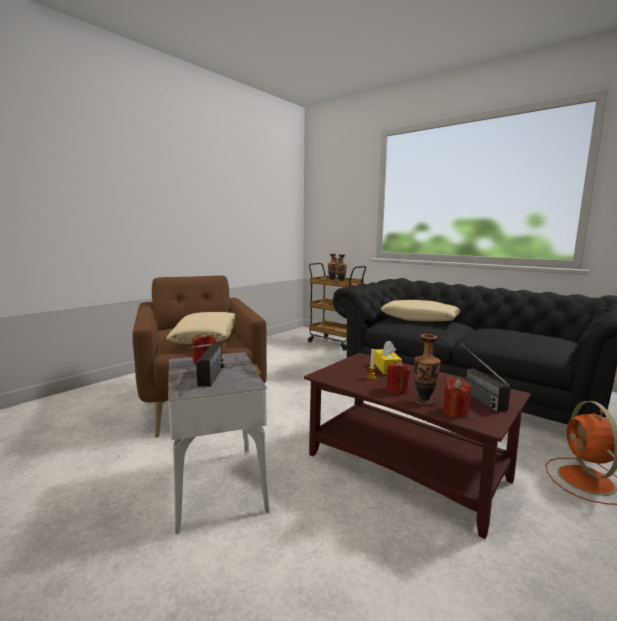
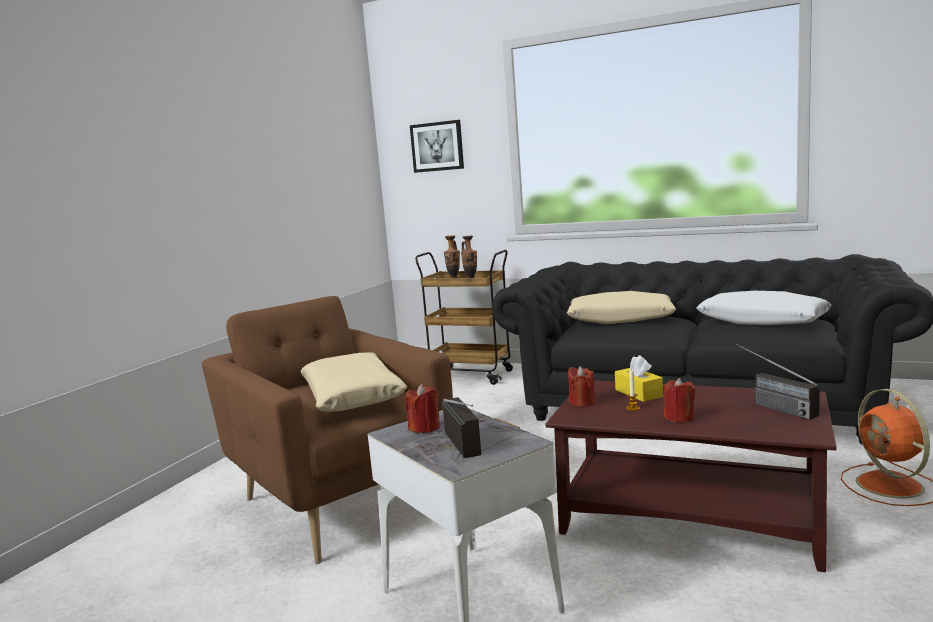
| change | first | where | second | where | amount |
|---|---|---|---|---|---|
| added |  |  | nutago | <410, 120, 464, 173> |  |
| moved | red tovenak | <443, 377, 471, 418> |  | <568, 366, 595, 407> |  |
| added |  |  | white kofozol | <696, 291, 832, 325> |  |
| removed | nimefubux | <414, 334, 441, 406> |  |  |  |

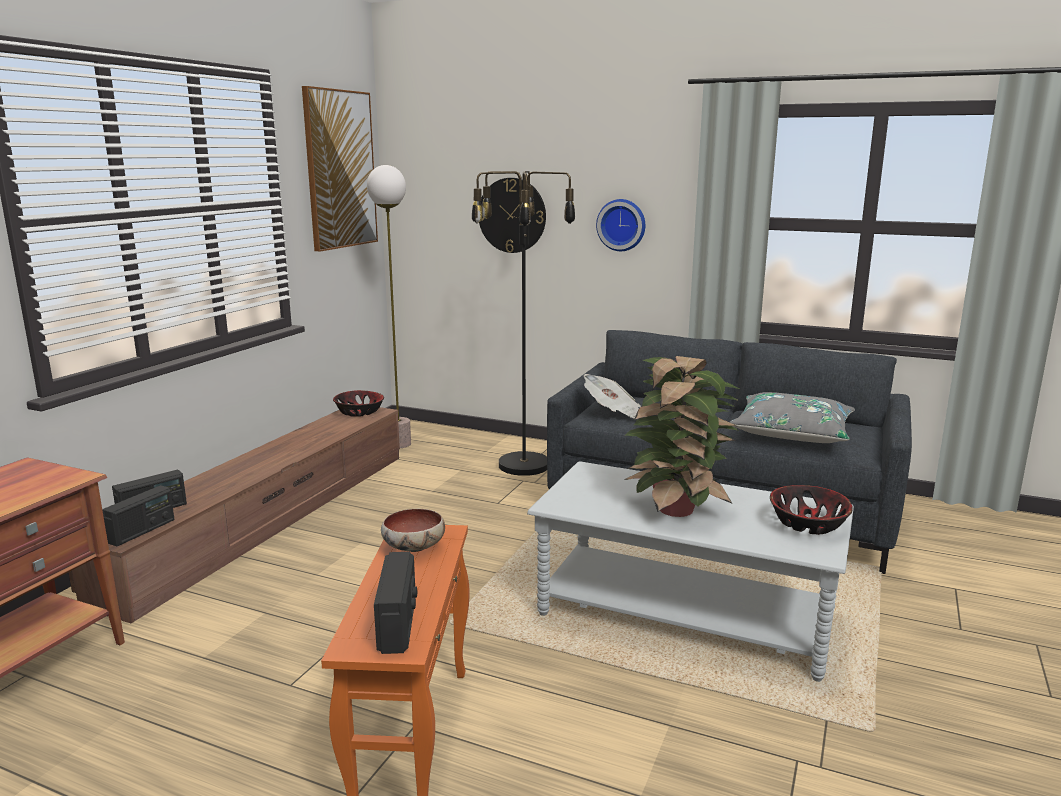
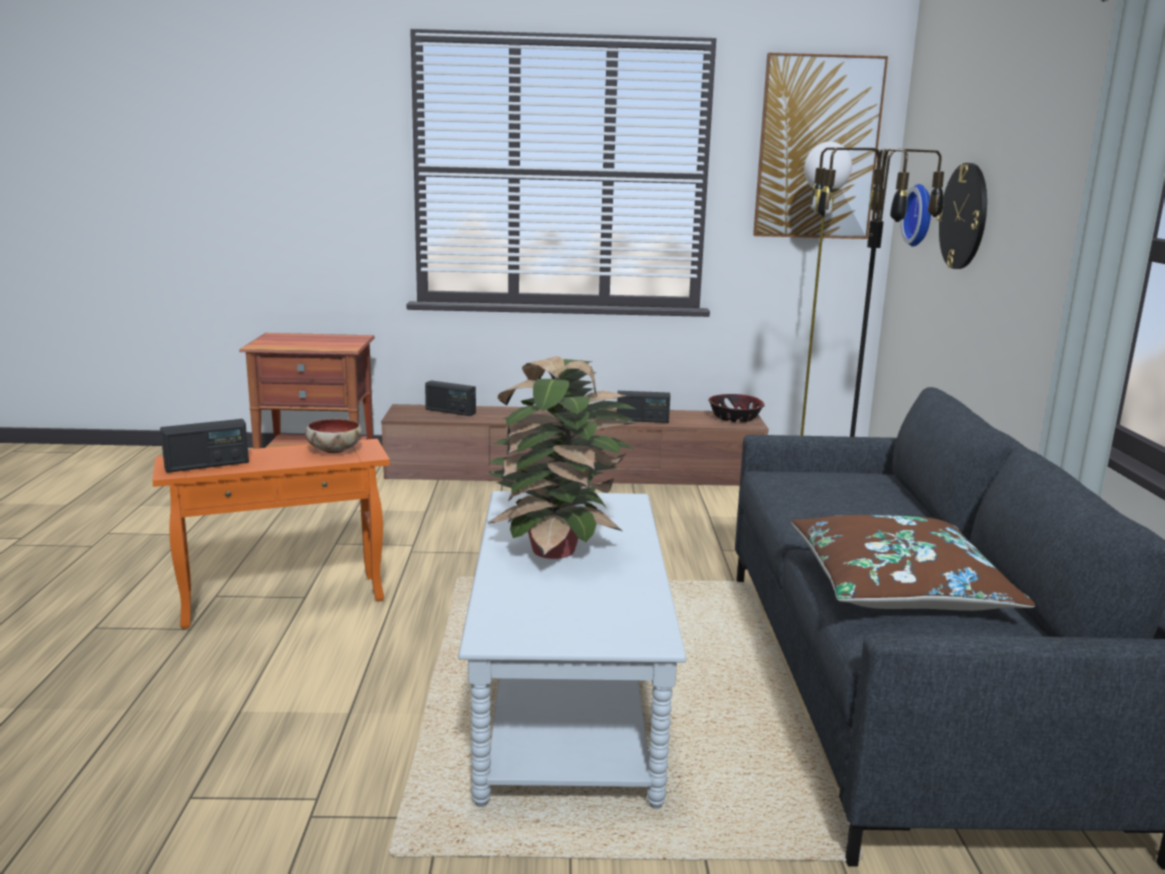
| change | first | where | second | where | amount |
|---|---|---|---|---|---|
| moved | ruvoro | <102, 485, 175, 546> |  | <617, 391, 670, 423> |  |
| recoloured | grey kofozol | <730, 392, 855, 443> | brown kofozol | <791, 515, 1035, 611> |  |
| moved | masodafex | <596, 199, 645, 251> |  | <901, 184, 931, 247> |  |
| removed | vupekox | <584, 374, 641, 419> |  |  |  |
| removed | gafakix | <770, 485, 853, 535> |  |  |  |

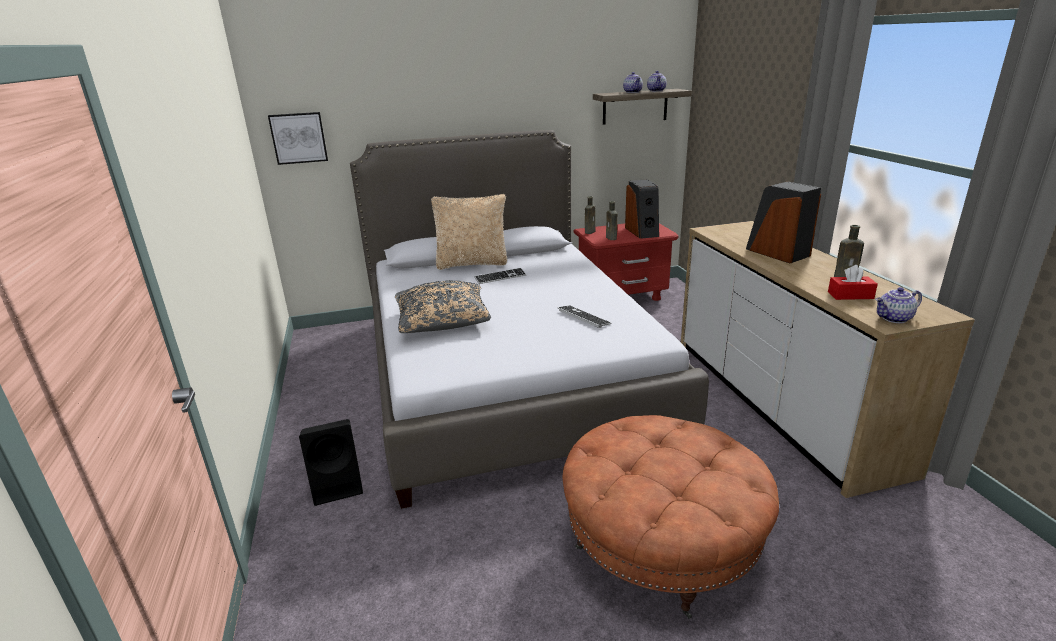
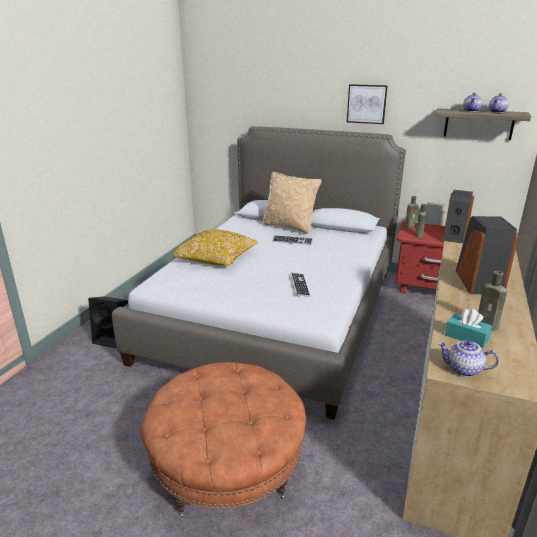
| change | first | where | second | where | amount |
|---|---|---|---|---|---|
| recoloured | grey kofozol | <395, 280, 491, 333> | yellow kofozol | <172, 229, 257, 266> |  |
| moved | nutago | <268, 112, 328, 165> |  | <347, 84, 388, 124> |  |
| recoloured | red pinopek | <828, 265, 878, 300> | turquoise pinopek | <445, 309, 492, 348> |  |

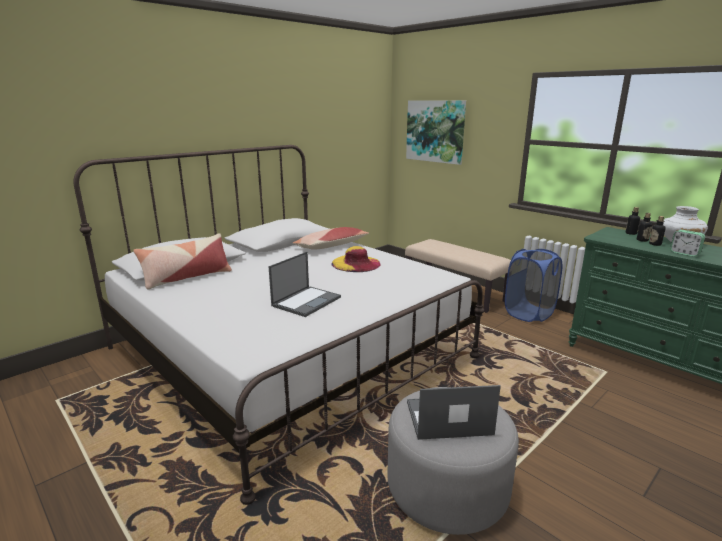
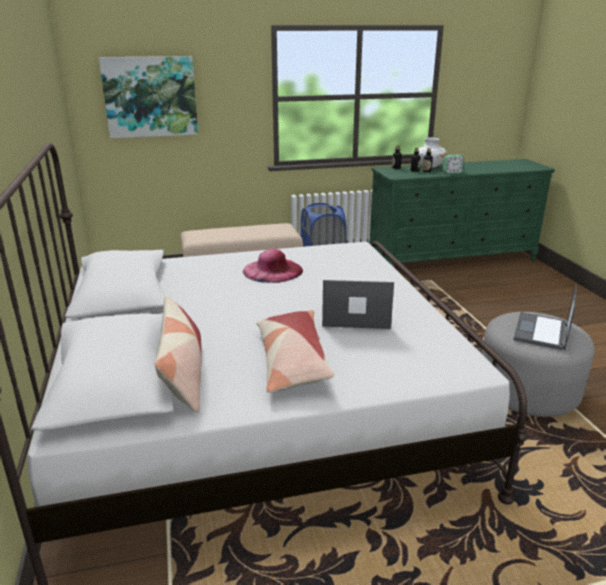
| change | first | where | second | where | amount |
|---|---|---|---|---|---|
| recoloured | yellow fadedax | <332, 246, 380, 272> | pink fadedax | <243, 249, 303, 283> |  |
| moved | kofozol | <293, 227, 369, 249> |  | <256, 310, 334, 393> |  |
| turned | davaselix | <268, 252, 341, 317> |  | <322, 280, 394, 329> | 60 degrees counterclockwise |

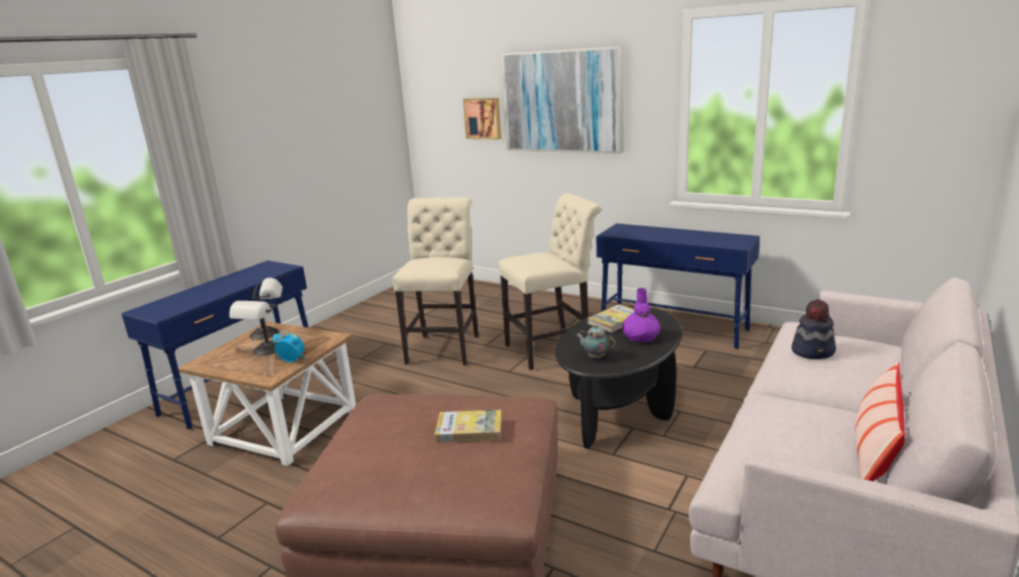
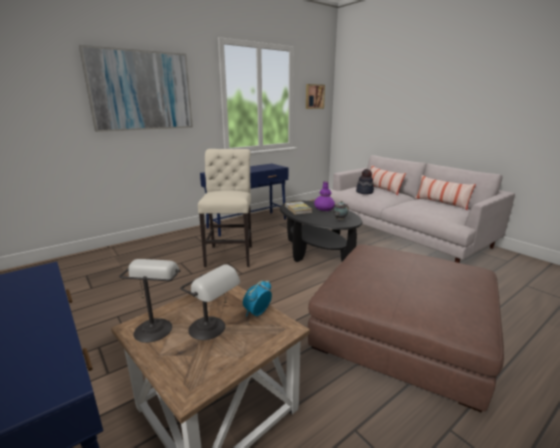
| change | first | where | second | where | amount |
|---|---|---|---|---|---|
| moved | nutago | <463, 98, 501, 140> |  | <306, 84, 325, 109> |  |
| added |  |  | kofozol | <370, 165, 406, 195> |  |
| removed | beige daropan | <393, 197, 479, 366> |  |  |  |
| removed | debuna | <434, 410, 502, 443> |  |  |  |

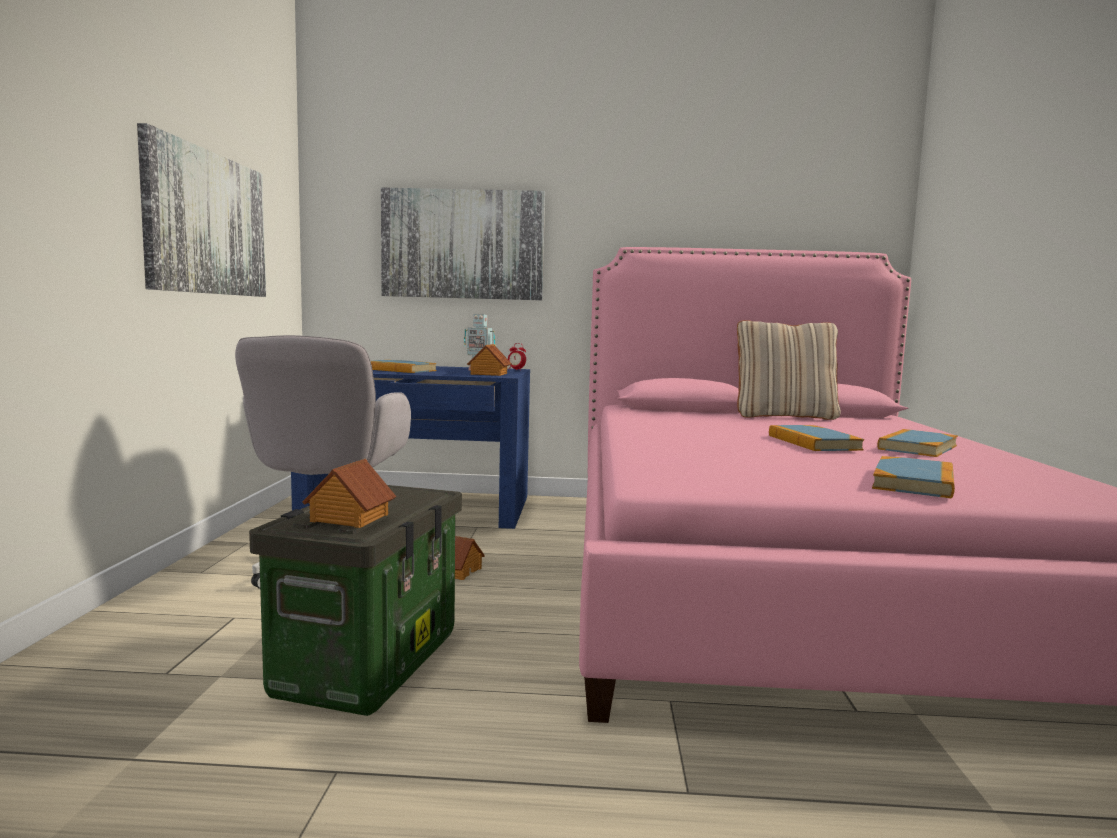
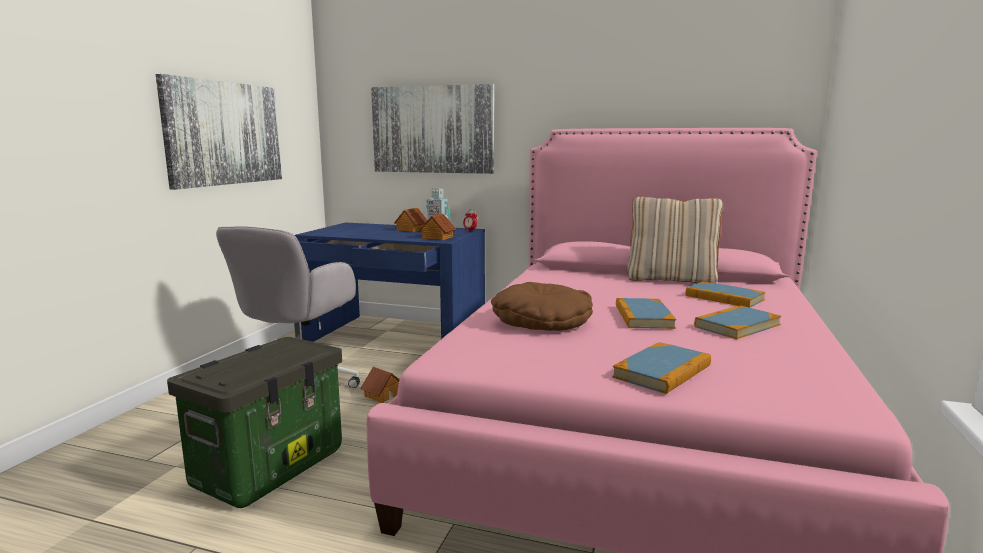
| change | first | where | second | where | amount |
|---|---|---|---|---|---|
| moved | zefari | <302, 459, 397, 528> |  | <394, 208, 428, 232> |  |
| added |  |  | brown kofozol | <491, 282, 593, 331> |  |
| moved | debuna | <371, 360, 436, 373> |  | <686, 281, 766, 308> |  |

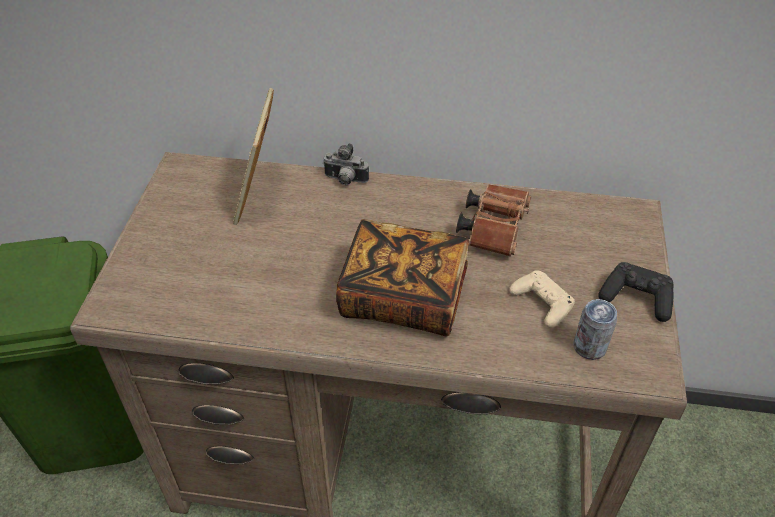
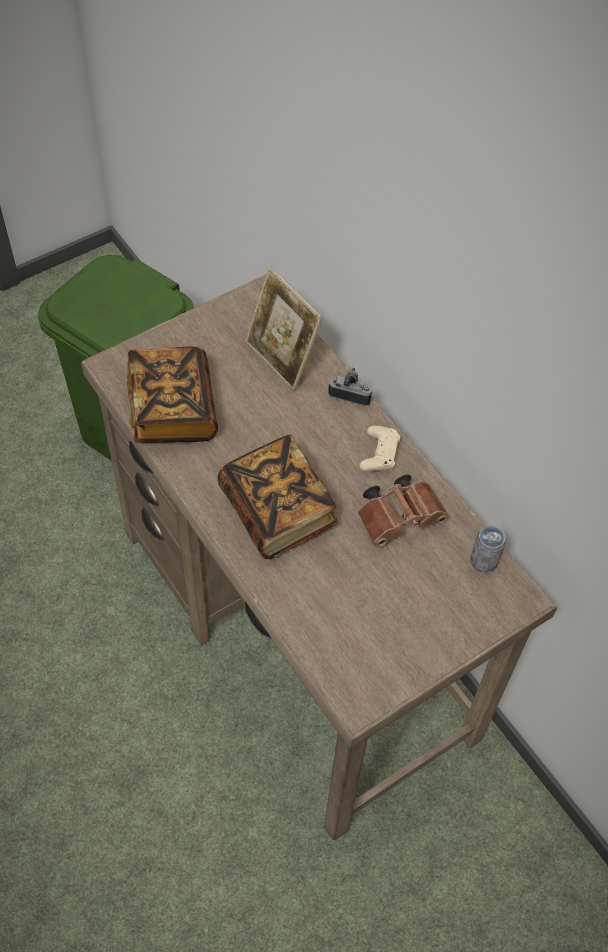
| change | first | where | second | where | amount |
|---|---|---|---|---|---|
| added |  |  | debuna | <127, 346, 218, 443> |  |
| turned | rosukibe | <233, 88, 274, 225> |  | <245, 267, 323, 391> | 90 degrees counterclockwise |
| turned | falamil | <323, 143, 369, 185> |  | <328, 368, 373, 406> | 135 degrees clockwise |
| moved | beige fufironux | <509, 270, 575, 328> |  | <359, 426, 400, 471> |  |
| moved | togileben | <573, 299, 617, 360> |  | <470, 525, 506, 573> |  |
| removed | black fufironux | <598, 262, 673, 322> |  |  |  |

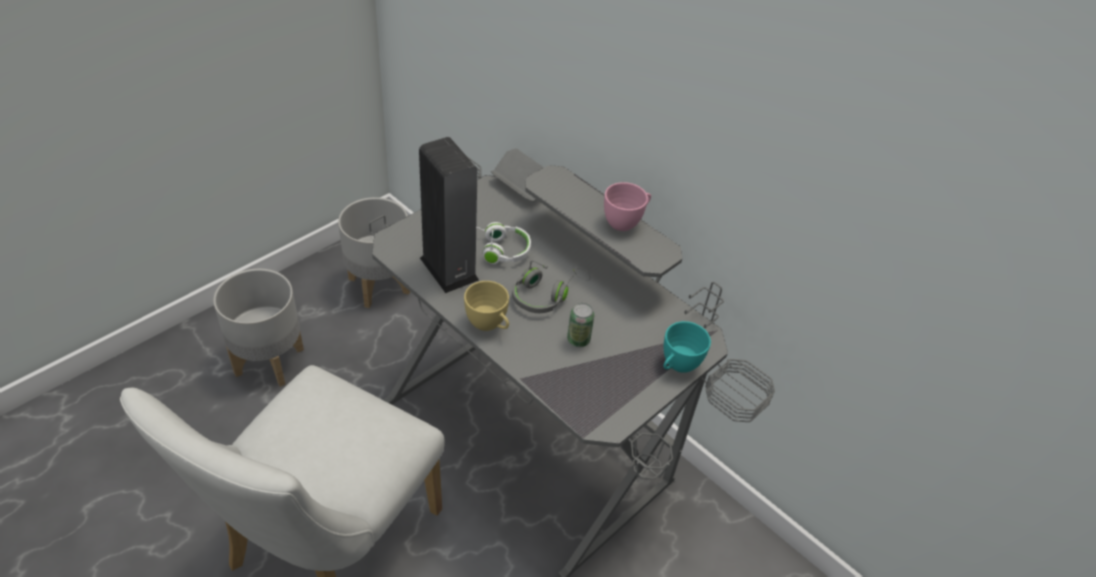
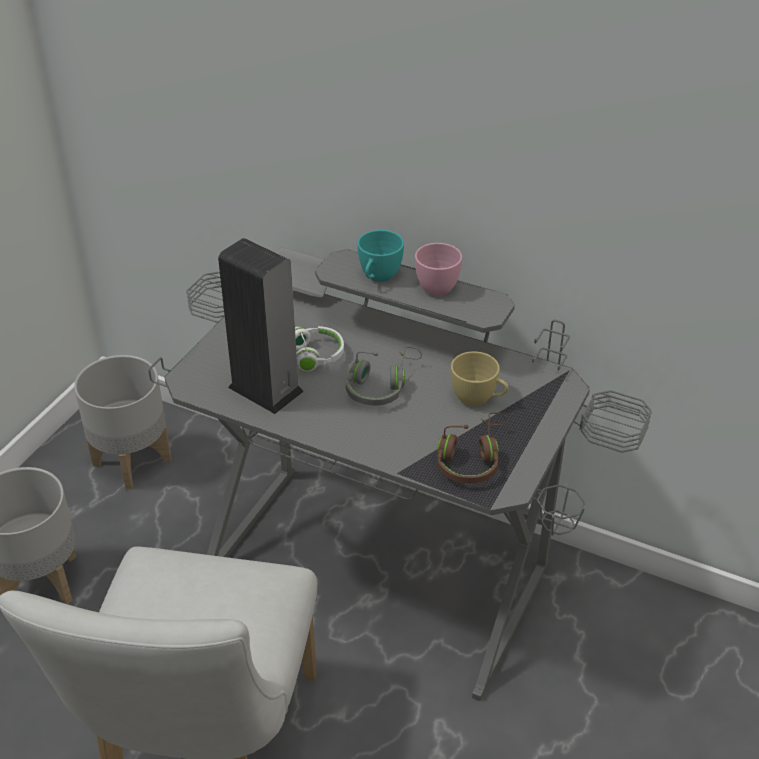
| change | first | where | second | where | amount |
|---|---|---|---|---|---|
| moved | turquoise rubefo | <663, 321, 711, 373> |  | <358, 230, 404, 282> |  |
| added |  |  | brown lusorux | <437, 413, 506, 483> |  |
| moved | yellow rubefo | <464, 281, 509, 331> |  | <451, 351, 508, 406> |  |
| removed | togileben | <567, 303, 595, 347> |  |  |  |

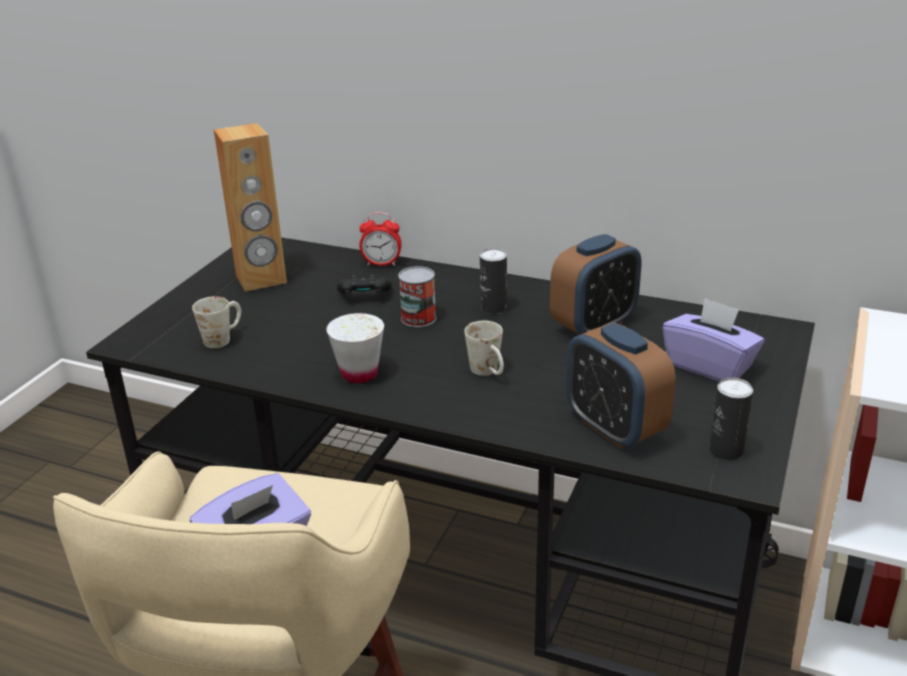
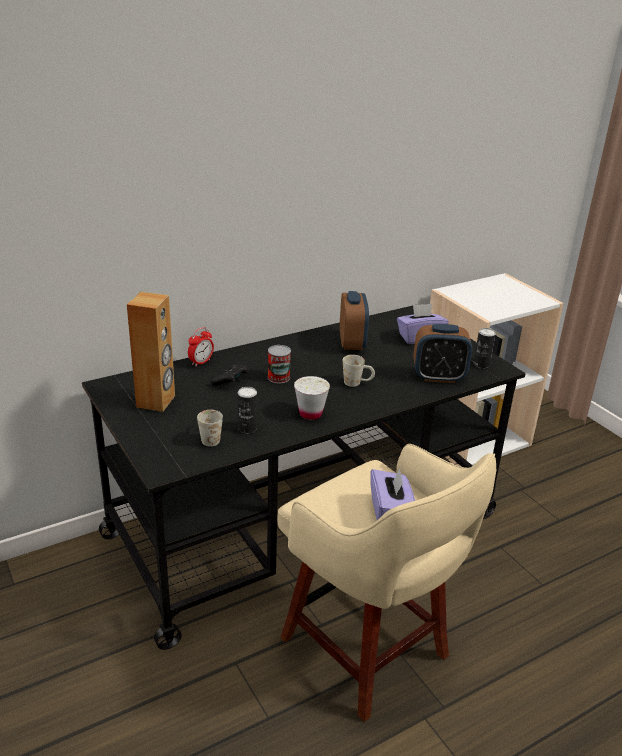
| change | first | where | second | where | amount |
|---|---|---|---|---|---|
| moved | togileben | <480, 248, 507, 314> |  | <238, 387, 257, 433> |  |

